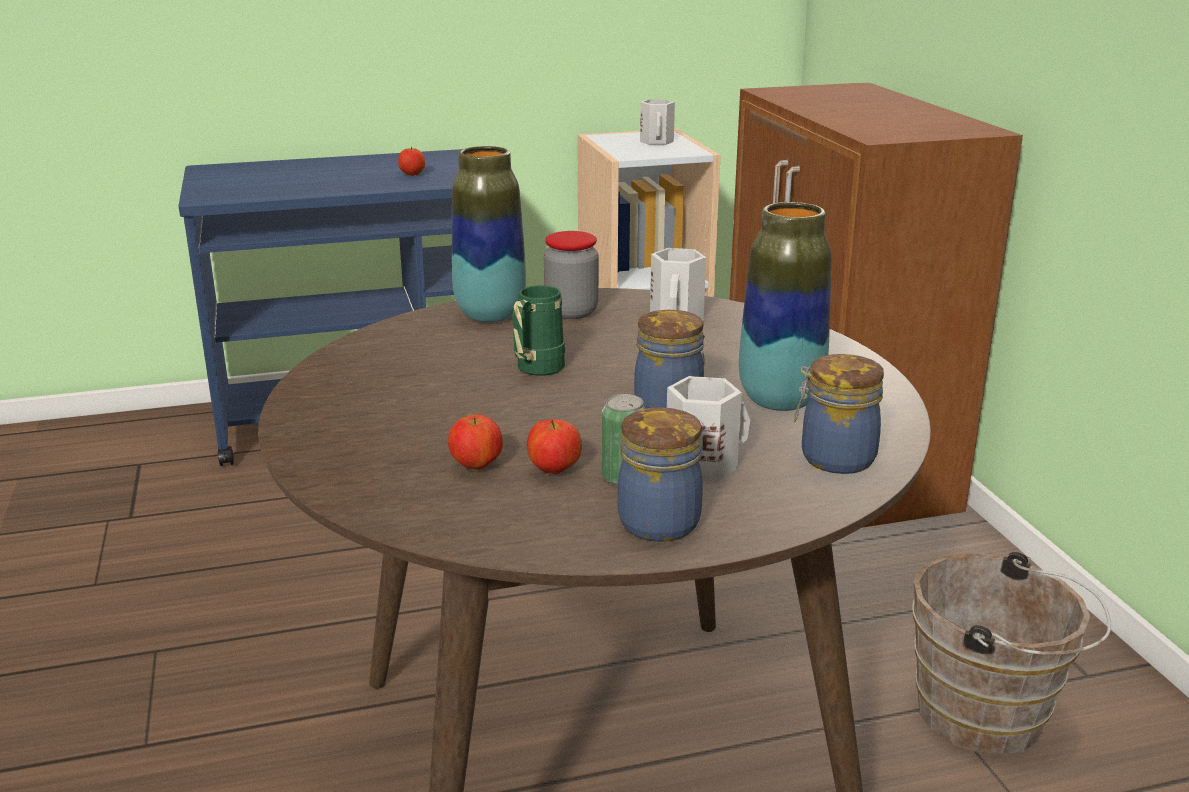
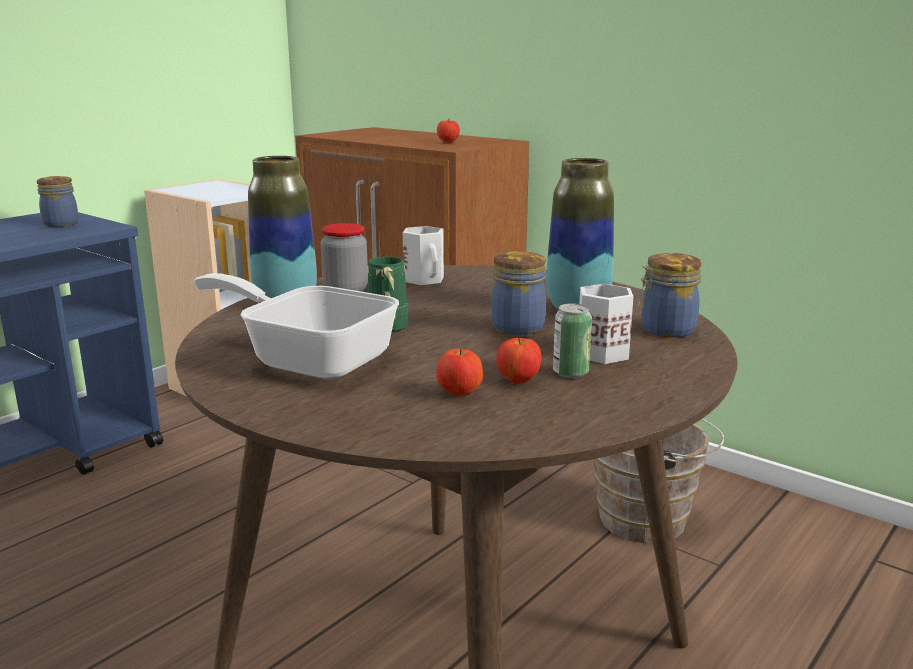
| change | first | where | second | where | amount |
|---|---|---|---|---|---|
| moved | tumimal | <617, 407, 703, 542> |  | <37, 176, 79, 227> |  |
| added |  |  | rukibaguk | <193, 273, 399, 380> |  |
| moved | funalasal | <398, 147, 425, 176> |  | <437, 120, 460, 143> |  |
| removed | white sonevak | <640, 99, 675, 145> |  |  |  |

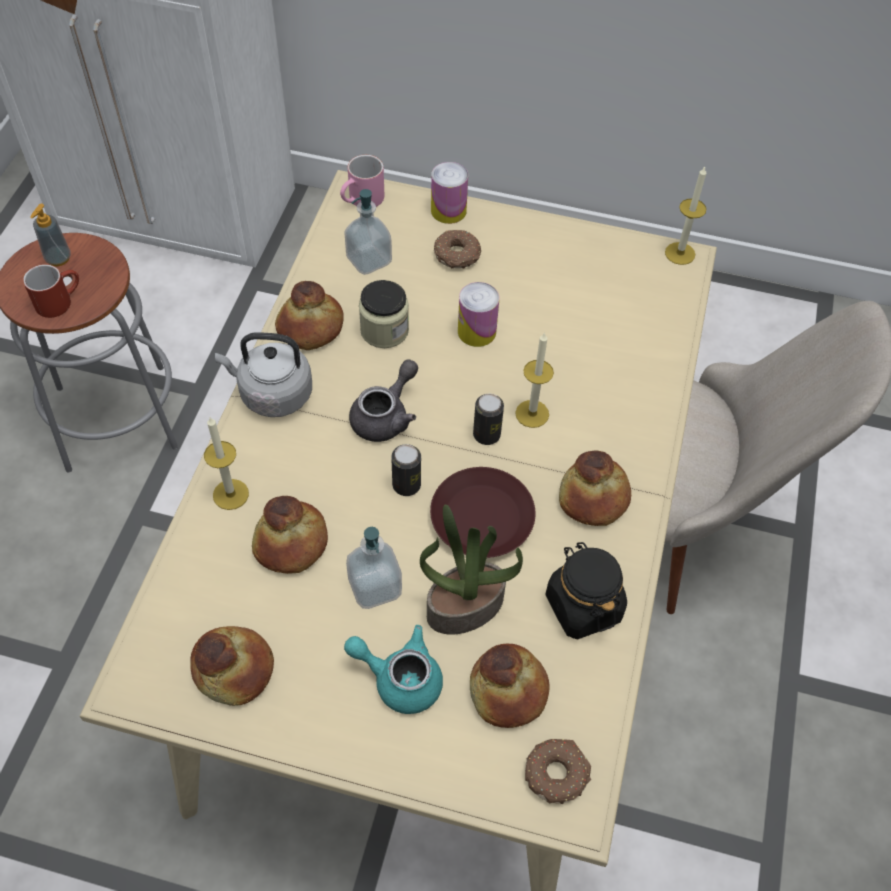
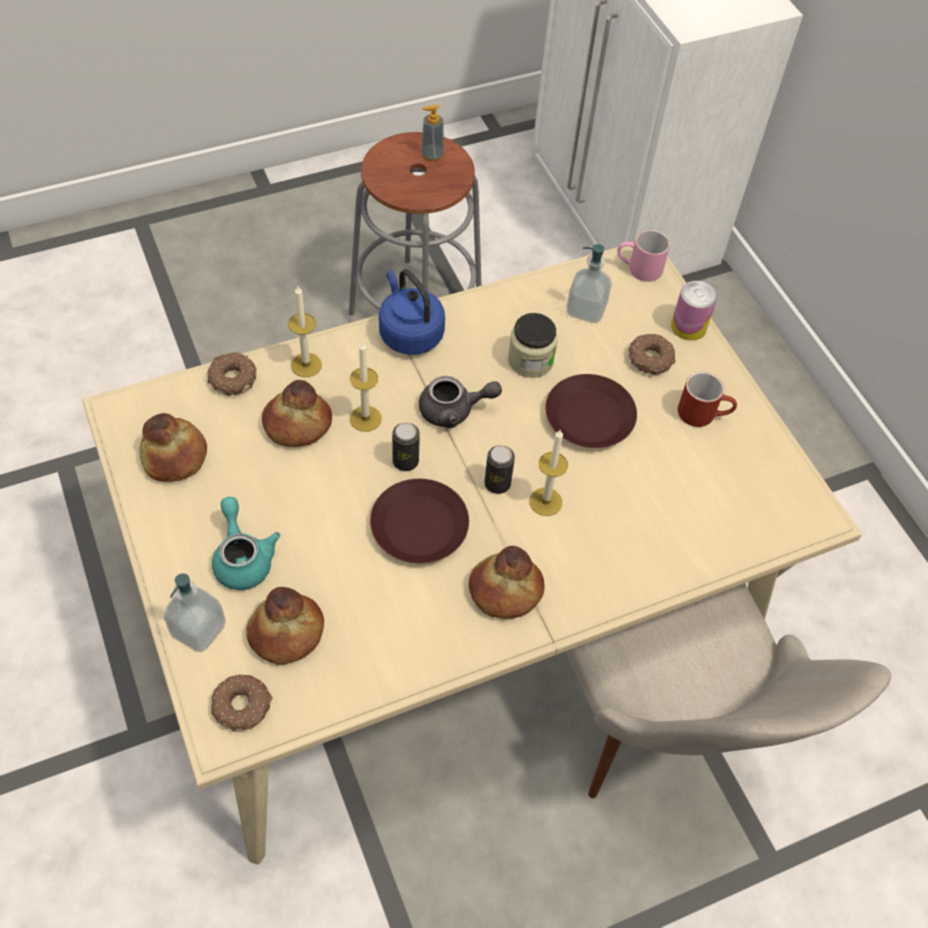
| change | first | where | second | where | amount |
|---|---|---|---|---|---|
| moved | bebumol | <346, 527, 402, 609> |  | <164, 573, 226, 652> |  |
| added |  |  | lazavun | <208, 352, 257, 396> |  |
| moved | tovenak | <665, 167, 706, 265> |  | <350, 341, 382, 432> |  |
| recoloured | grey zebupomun | <215, 332, 312, 417> | blue zebupomun | <379, 269, 445, 355> |  |
| replaced | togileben | <458, 282, 499, 347> | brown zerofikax | <545, 374, 637, 448> |  |
| moved | red sonevak | <23, 264, 79, 318> |  | <678, 372, 737, 427> |  |
| removed | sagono | <275, 281, 344, 350> |  |  |  |
| removed | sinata | <420, 504, 523, 635> |  |  |  |
| removed | black tumimal | <546, 542, 627, 639> |  |  |  |

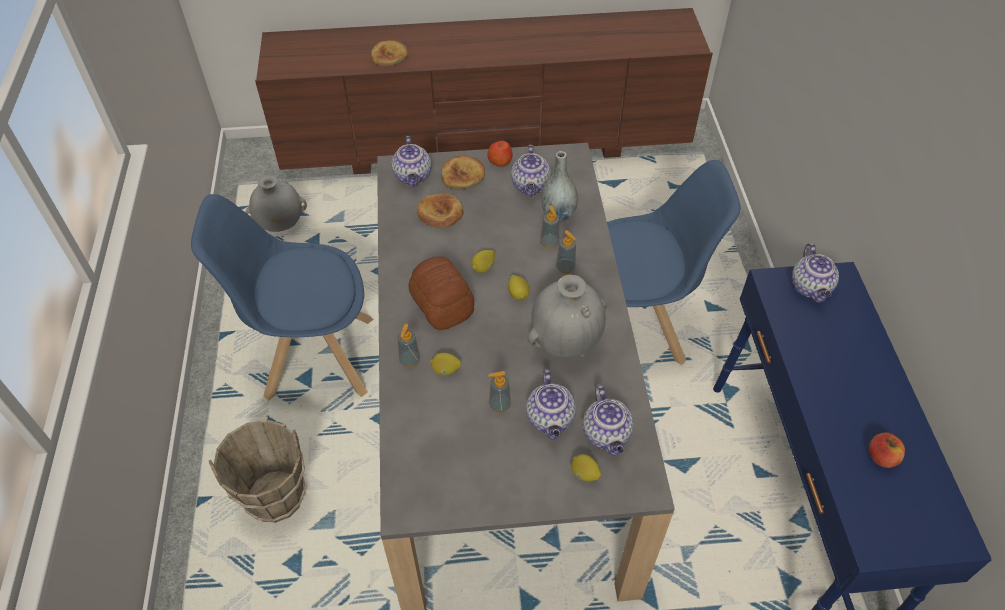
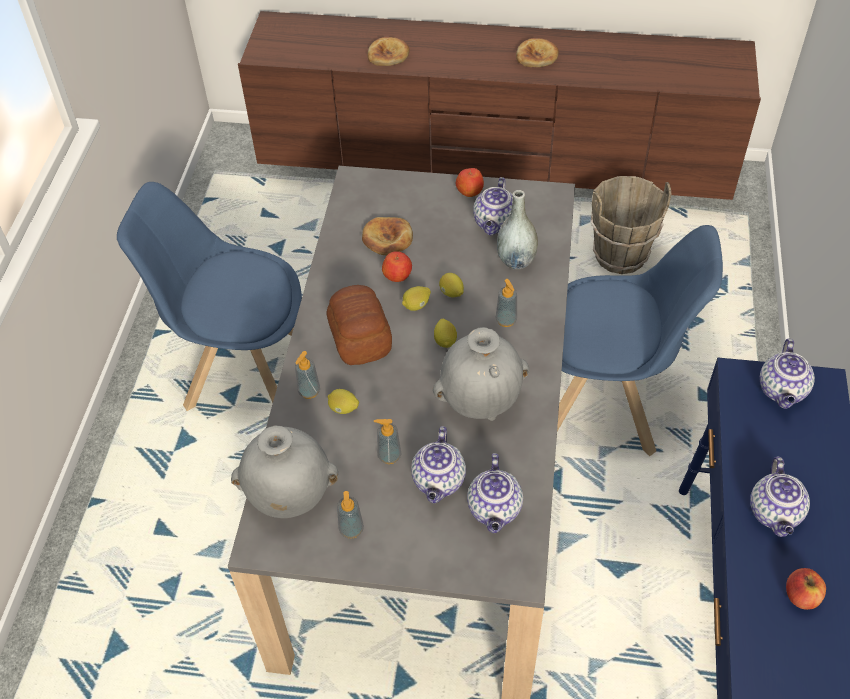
| change | first | where | second | where | amount |
|---|---|---|---|---|---|
| moved | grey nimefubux | <246, 175, 307, 232> |  | <231, 425, 338, 518> |  |
| moved | bebumol | <540, 205, 559, 249> |  | <337, 491, 364, 538> |  |
| added |  |  | funalasal | <382, 251, 412, 282> |  |
| moved | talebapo | <571, 454, 601, 481> |  | <439, 273, 464, 297> |  |
| moved | sagono | <441, 156, 485, 190> |  | <516, 38, 559, 67> |  |
| moved | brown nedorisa | <209, 420, 306, 523> |  | <590, 176, 672, 274> |  |
| moved | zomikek | <391, 136, 432, 187> |  | <750, 456, 810, 537> |  |

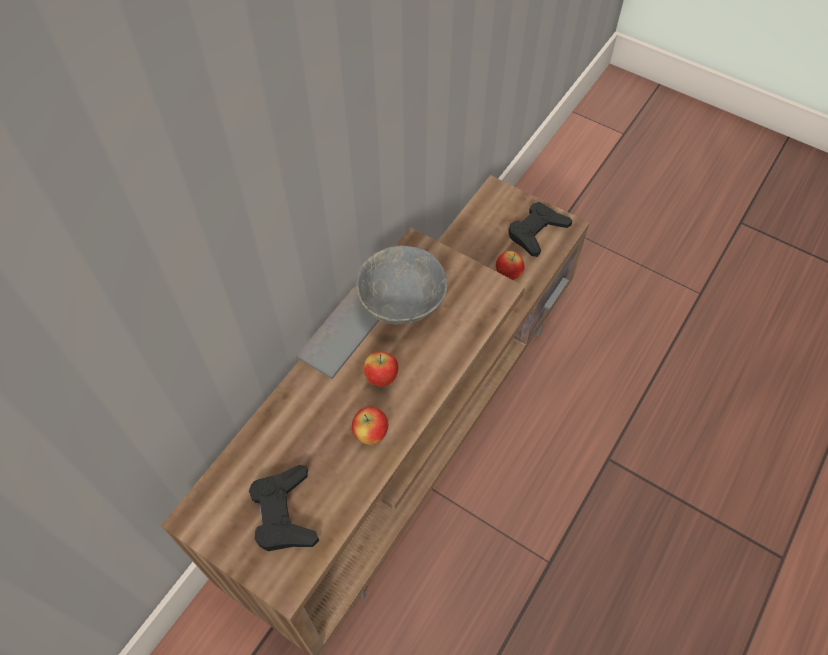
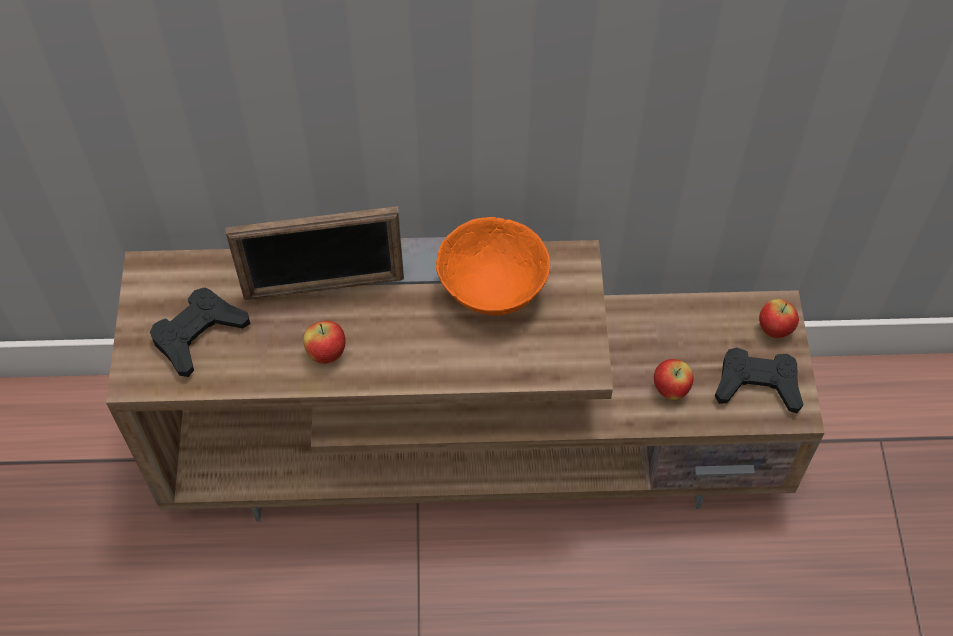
| change | first | where | second | where | amount |
|---|---|---|---|---|---|
| added |  |  | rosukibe | <225, 206, 404, 300> |  |
| recoloured | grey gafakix | <356, 246, 448, 325> | orange gafakix | <436, 217, 550, 315> |  |
| moved | funalasal | <363, 352, 398, 387> |  | <759, 299, 799, 338> |  |

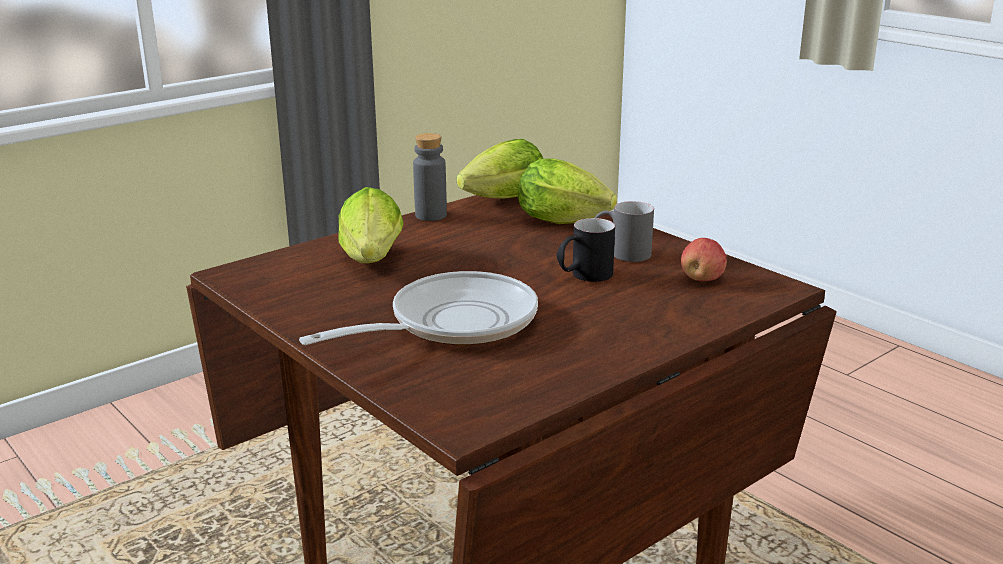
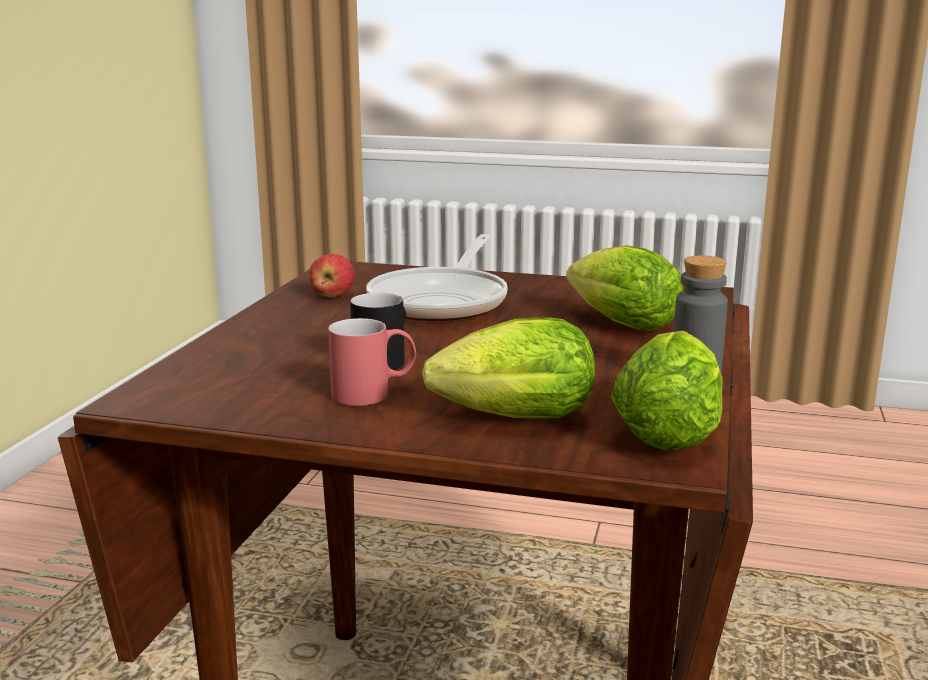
| change | first | where | second | where | amount |
|---|---|---|---|---|---|
| moved | funalasal | <681, 238, 727, 281> |  | <309, 254, 355, 297> |  |
| recoloured | grey sonevak | <595, 201, 654, 262> | red sonevak | <328, 318, 416, 406> |  |

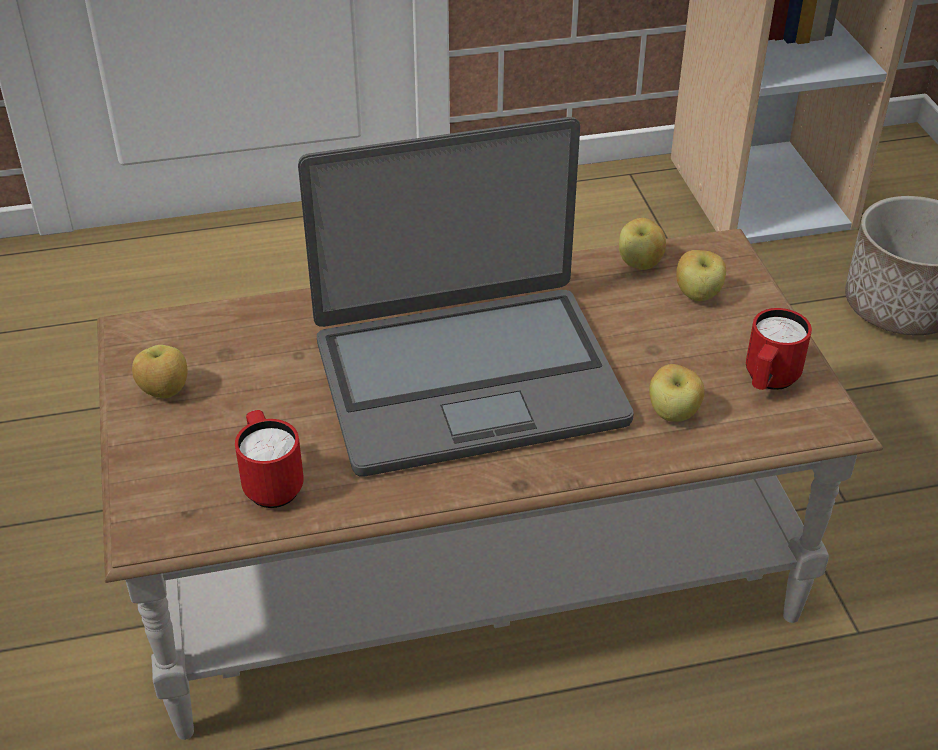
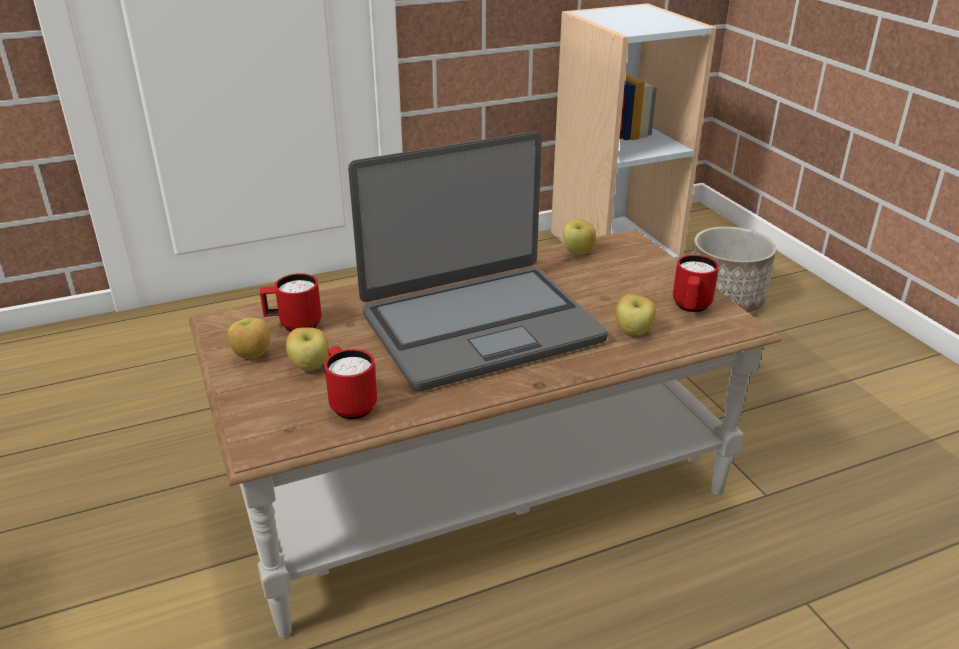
| change | first | where | second | where | amount |
|---|---|---|---|---|---|
| added |  |  | red sonevak | <260, 273, 322, 332> |  |
| moved | funalasal | <676, 250, 726, 301> |  | <286, 328, 329, 371> |  |

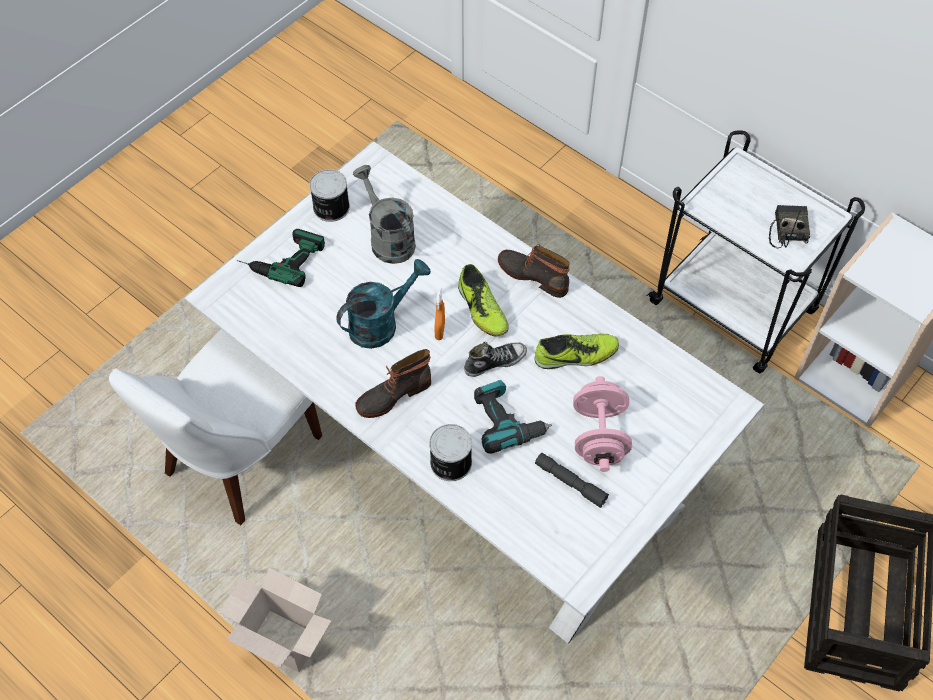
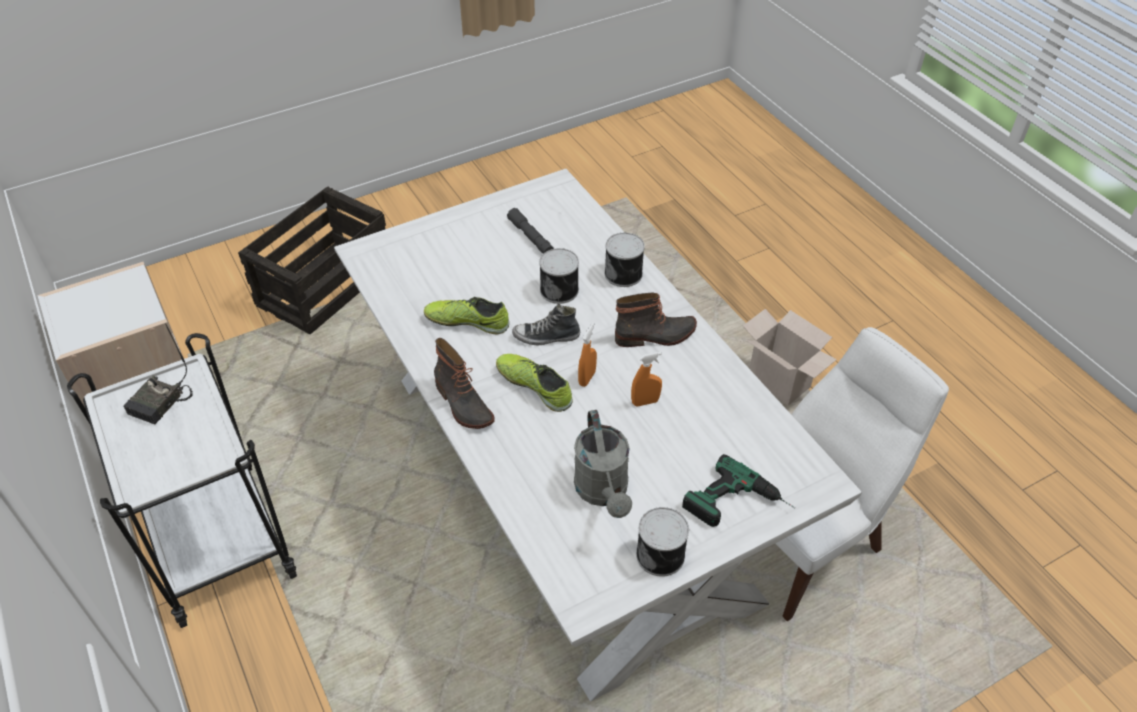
| change | first | where | second | where | amount |
|---|---|---|---|---|---|
| turned | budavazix | <458, 264, 508, 336> |  | <496, 354, 573, 412> | 45 degrees counterclockwise |
| replaced | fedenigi | <474, 380, 552, 454> | togileben | <539, 248, 579, 304> |  |
| replaced | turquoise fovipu | <336, 259, 431, 349> | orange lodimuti | <631, 352, 662, 407> |  |
| removed | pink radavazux | <573, 376, 632, 472> |  |  |  |

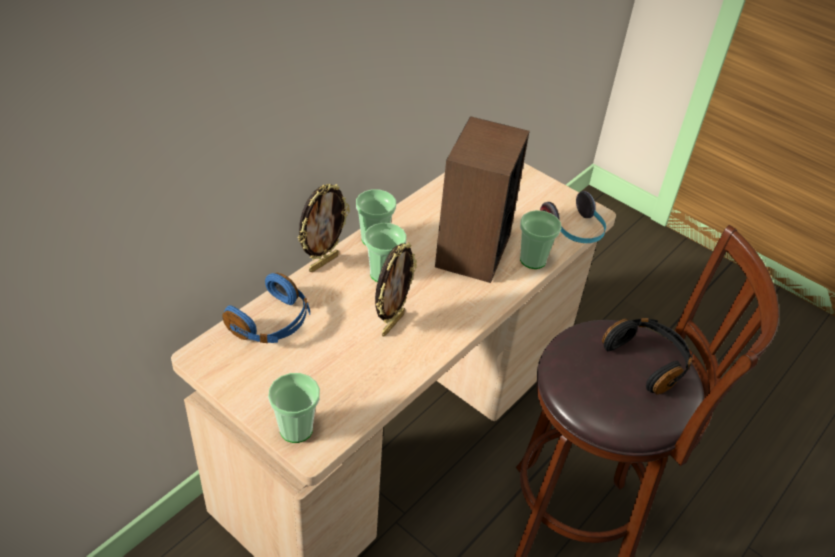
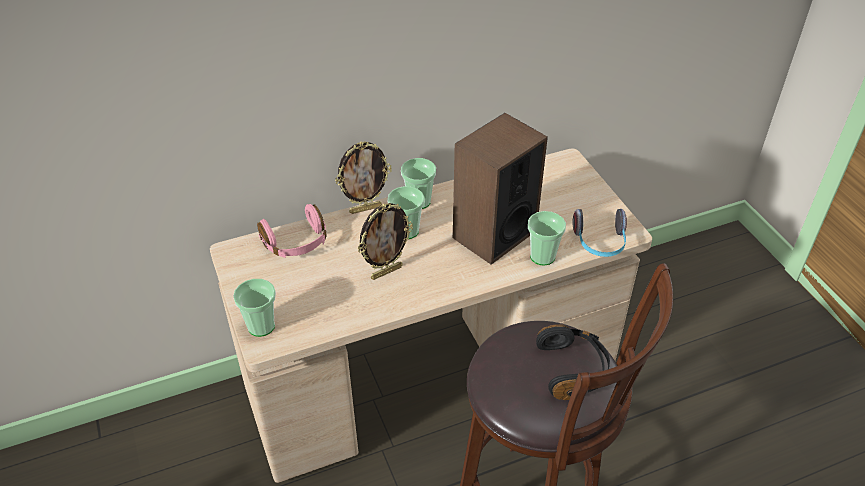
| change | first | where | second | where | amount |
|---|---|---|---|---|---|
| recoloured | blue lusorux | <222, 273, 310, 343> | pink lusorux | <257, 204, 326, 258> |  |

